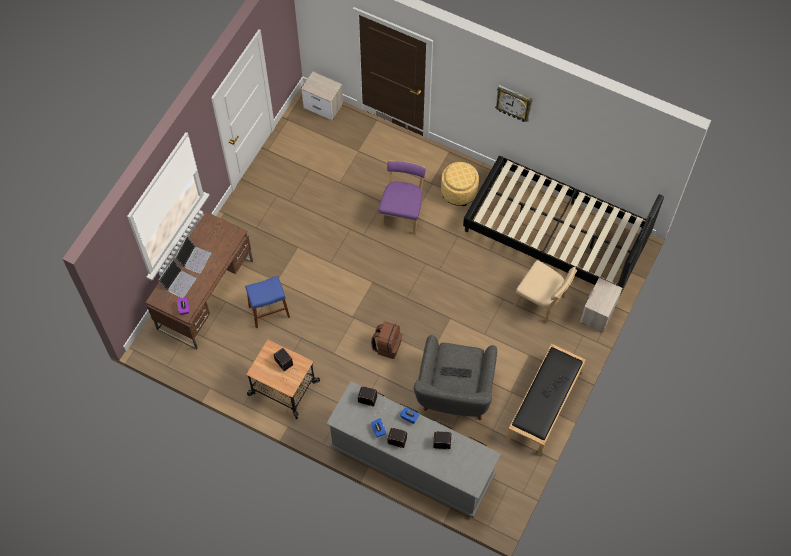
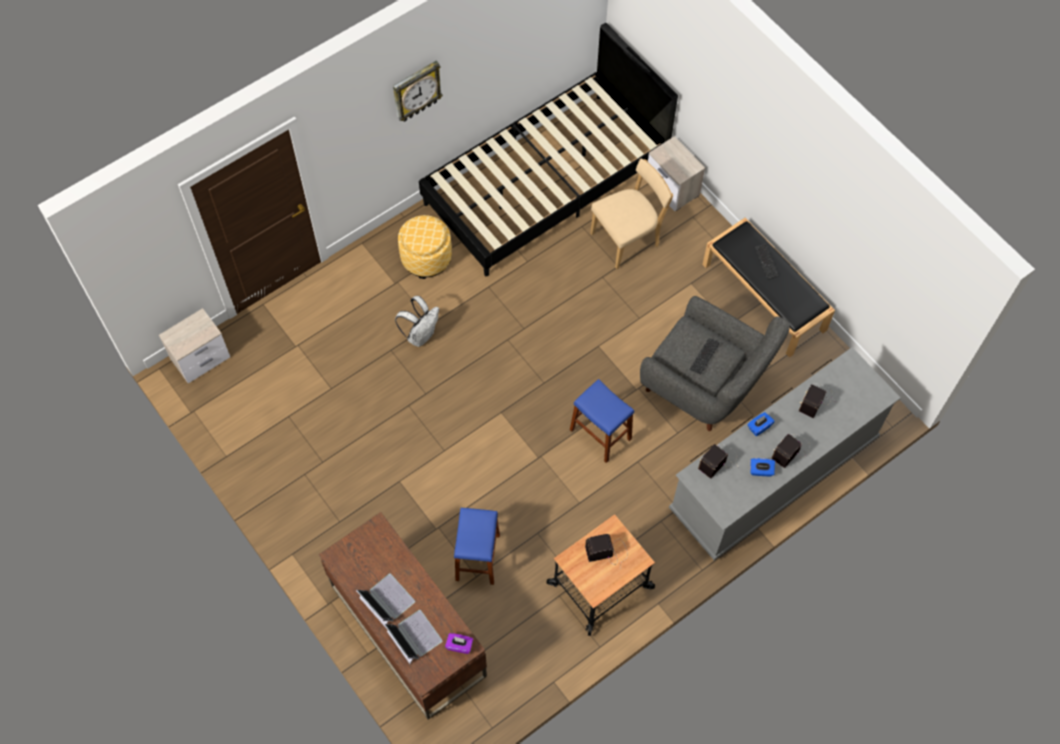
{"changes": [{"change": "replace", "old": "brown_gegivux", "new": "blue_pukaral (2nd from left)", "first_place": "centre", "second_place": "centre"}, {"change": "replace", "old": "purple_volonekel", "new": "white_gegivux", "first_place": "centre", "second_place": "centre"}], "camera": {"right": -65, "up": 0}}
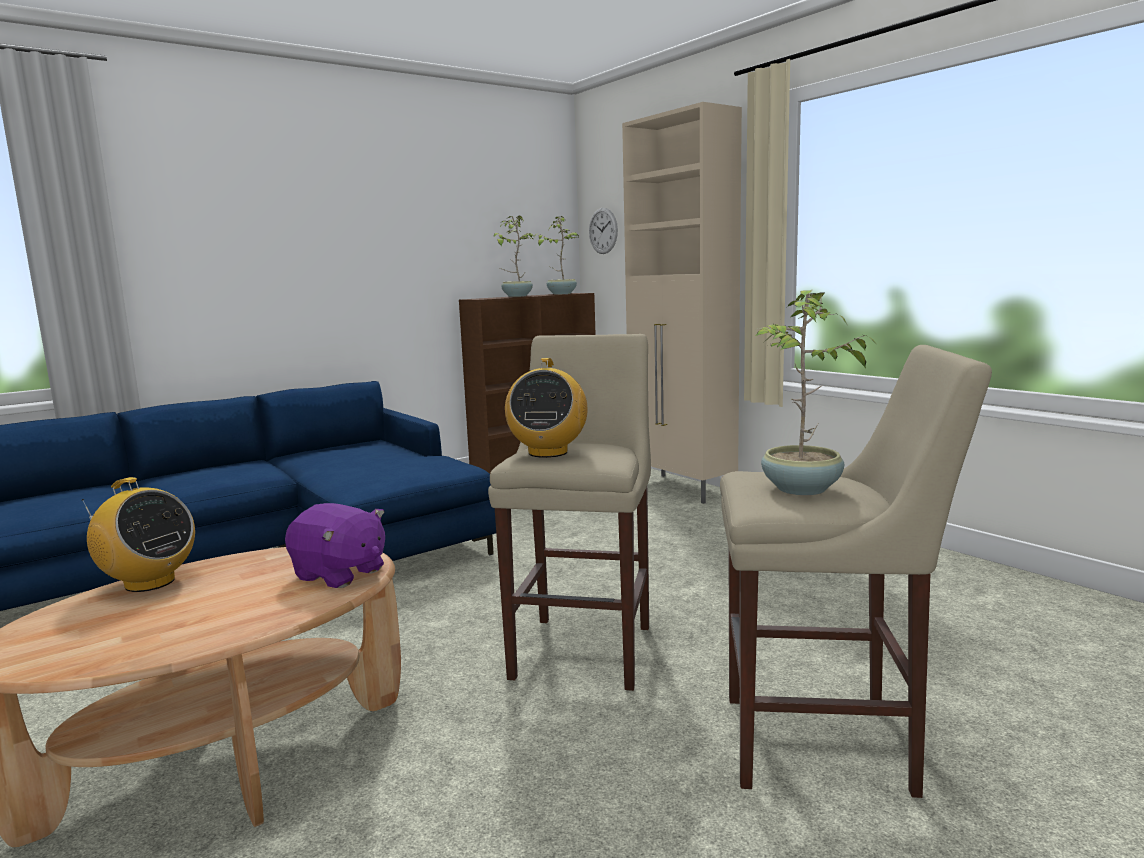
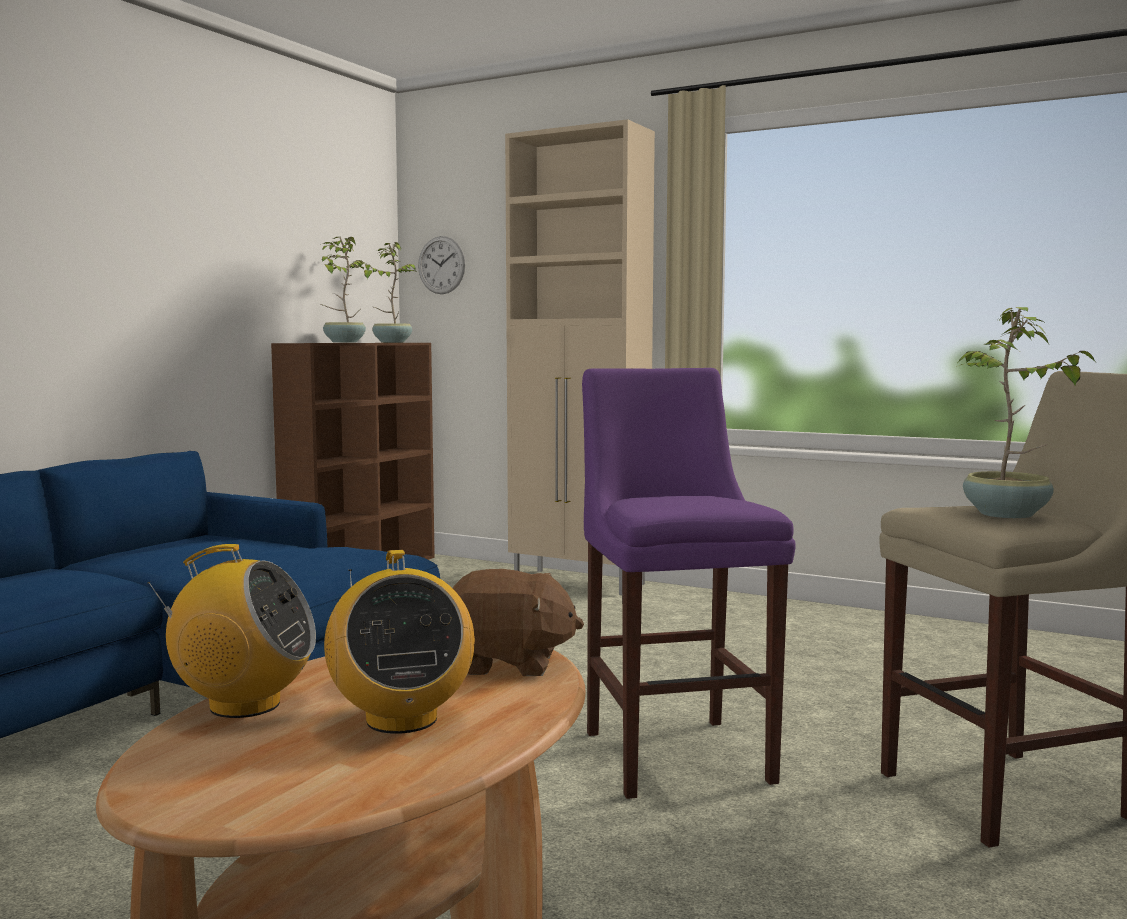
{"changes": [{"change": "move", "old": "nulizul (2nd from left)", "first_place": "centre", "second_place": "bottom centre"}, {"change": "recolor", "old": "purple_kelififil", "new": "brown_kelififil", "first_place": "middle left", "second_place": "bottom centre"}, {"change": "recolor", "old": "beige_pukaral (1st from left)", "new": "purple_pukaral", "first_place": "centre", "second_place": "centre"}], "camera": {"right": -25, "up": -5}}
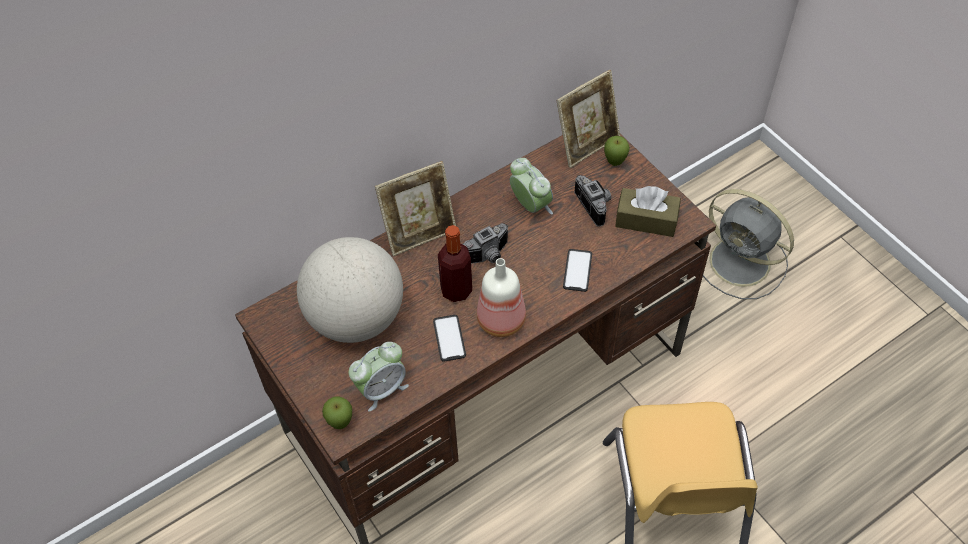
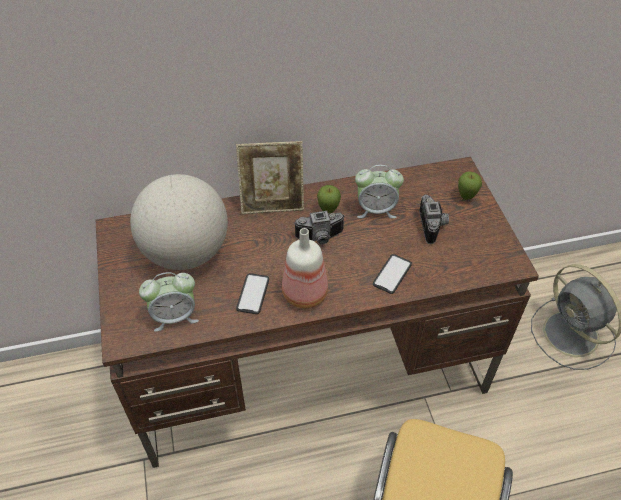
{"changes": [{"change": "delete", "old": "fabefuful (1st from left)", "first_place": "centre"}, {"change": "delete", "old": "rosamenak (2nd from left)", "first_place": "top centre"}, {"change": "delete", "old": "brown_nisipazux", "first_place": "middle right"}, {"change": "move", "old": "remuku (1st from left)", "first_place": "bottom centre", "second_place": "centre"}, {"change": "rotate", "old": "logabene (2nd from left)", "first_place": "centre", "second_place": "centre", "degrees": 105}], "camera": {"right": 20, "up": -5}}
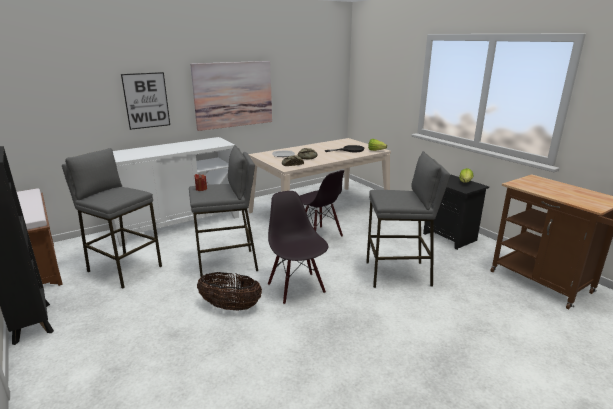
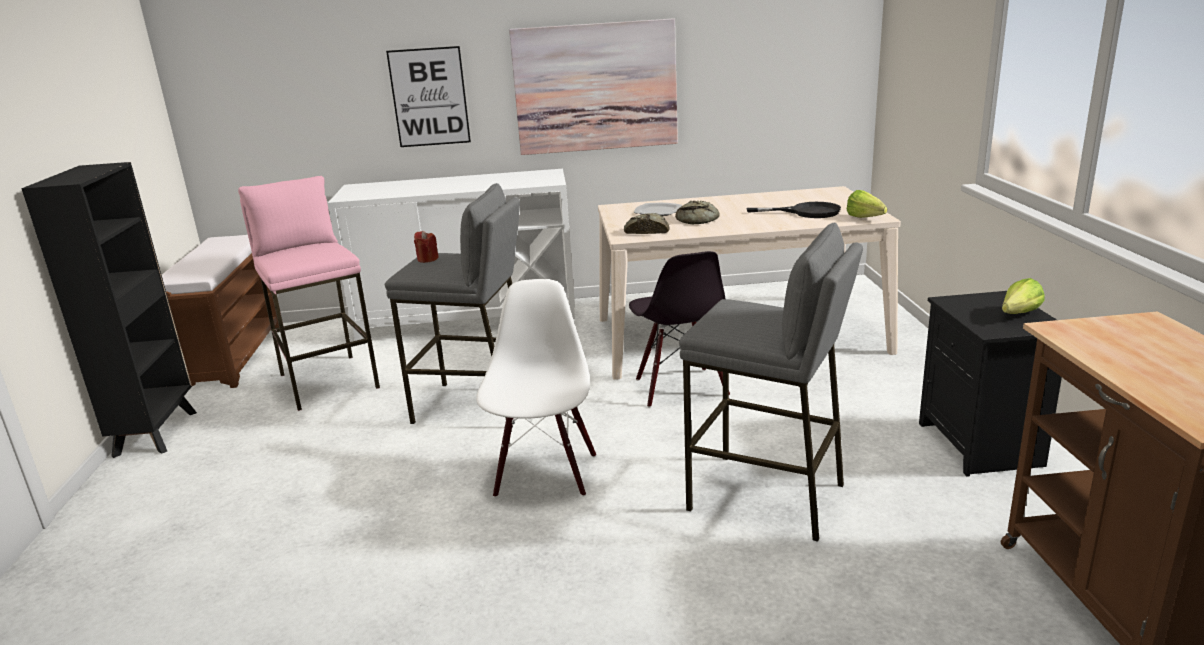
{"changes": [{"change": "delete", "old": "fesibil", "first_place": "bottom centre"}, {"change": "recolor", "old": "grey_pukaral (1st from left)", "new": "pink_pukaral", "first_place": "middle left", "second_place": "middle left"}, {"change": "recolor", "old": "black_volonekel (1st from left)", "new": "white_volonekel", "first_place": "centre", "second_place": "centre"}], "camera": {"right": 30, "up": 0}}
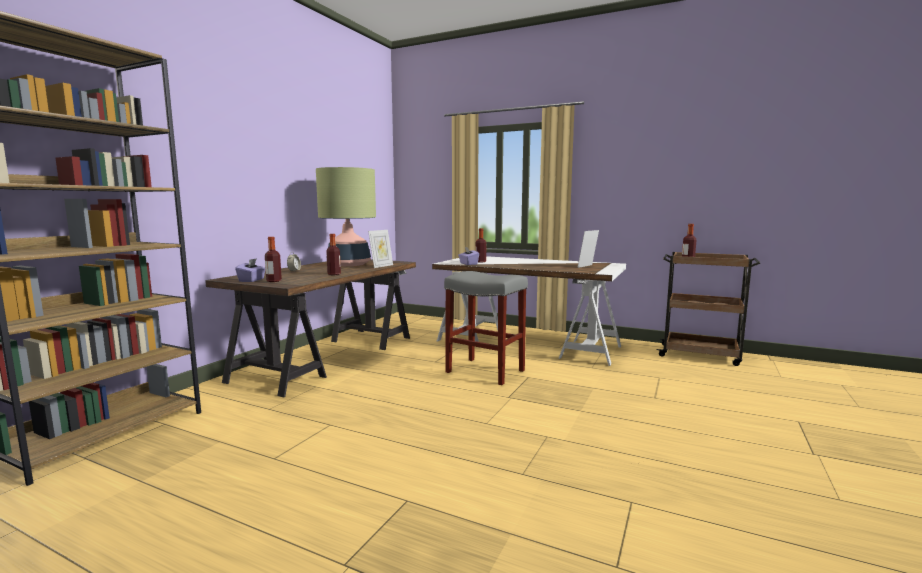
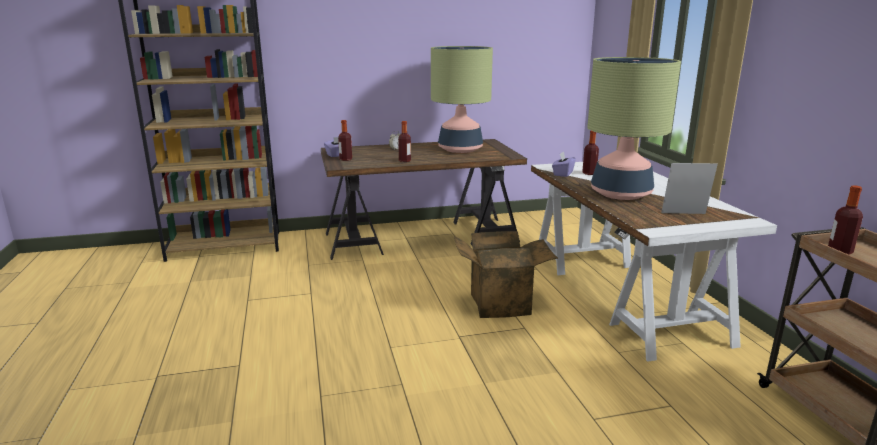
{"changes": [{"change": "delete", "old": "rosamenak (1st from left)", "first_place": "centre"}, {"change": "insert", "new": "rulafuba (2nd from left)", "second_place": "top right"}, {"change": "replace", "old": "grey_pukaral", "new": "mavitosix", "first_place": "centre", "second_place": "centre"}], "camera": {"right": 50, "up": 10}}
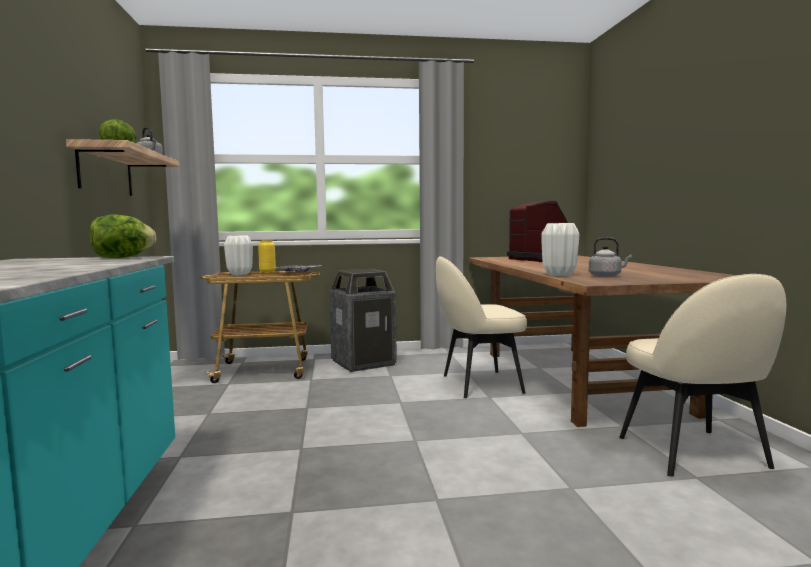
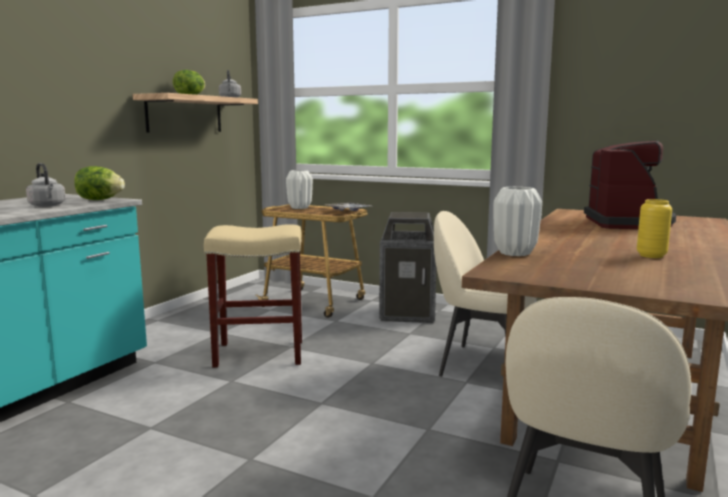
{"changes": [{"change": "insert", "new": "beige_pukaral", "second_place": "centre"}, {"change": "move", "old": "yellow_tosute", "first_place": "middle left", "second_place": "middle right"}, {"change": "move", "old": "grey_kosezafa (2nd from left in the first image)", "new": "grey_kosezafa (1st from left)", "first_place": "middle right", "second_place": "middle left"}], "camera": {"right": 35, "up": 5}}
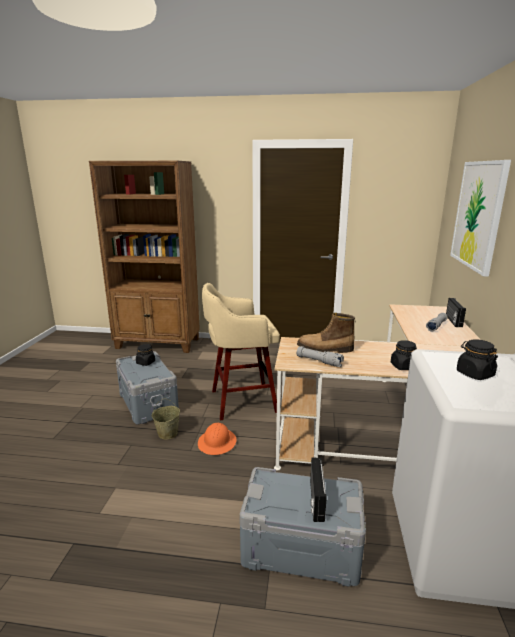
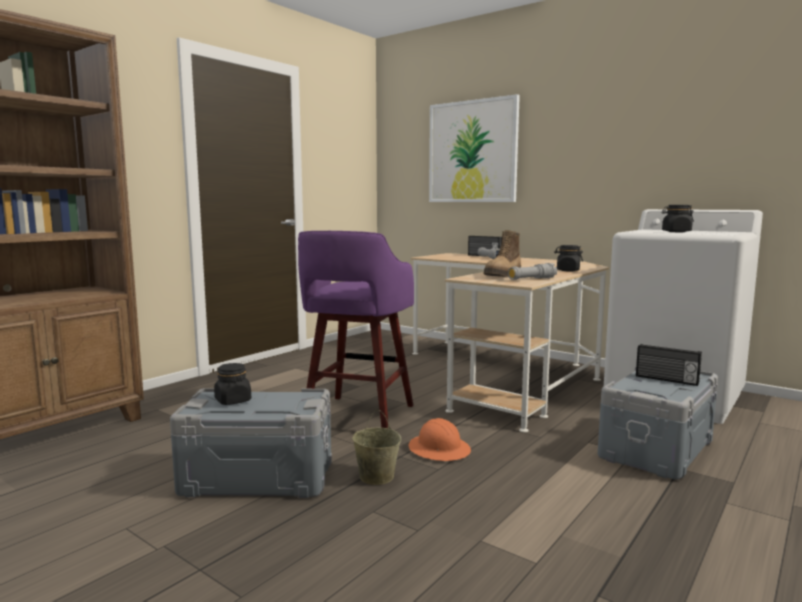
{"changes": [{"change": "recolor", "old": "beige_pukaral", "new": "purple_pukaral", "first_place": "centre", "second_place": "centre"}], "camera": {"right": -60, "up": -10}}
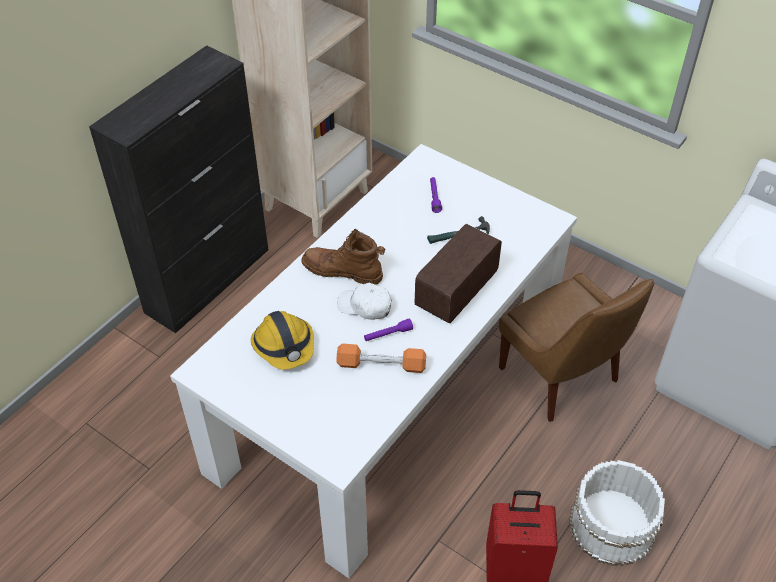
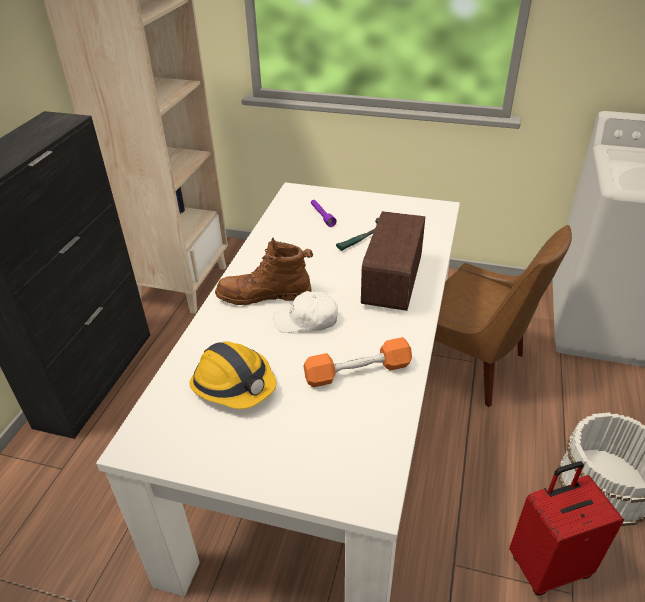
{"changes": [{"change": "delete", "old": "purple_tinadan (1st from left)", "first_place": "centre"}], "camera": {"right": -20, "up": -10}}
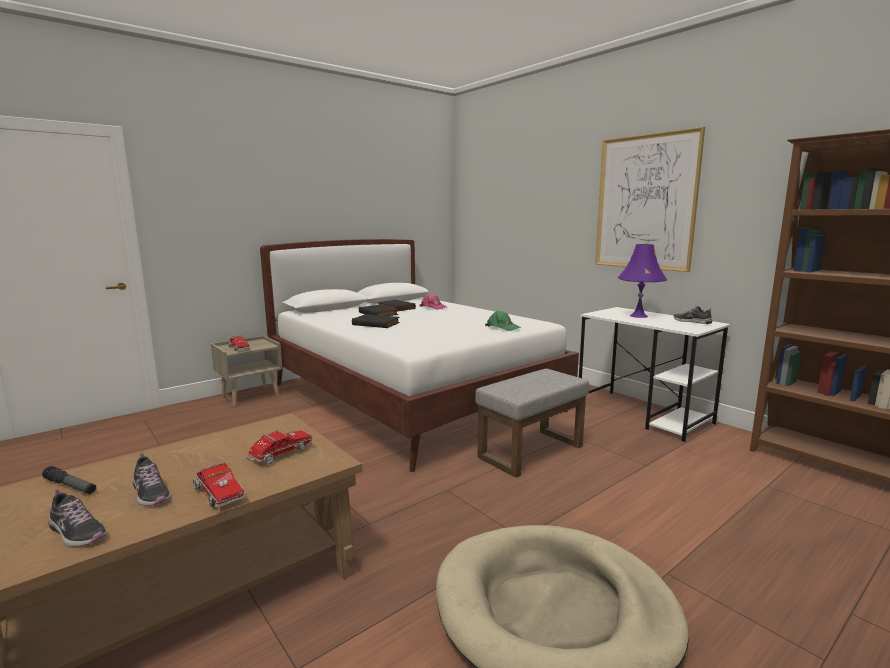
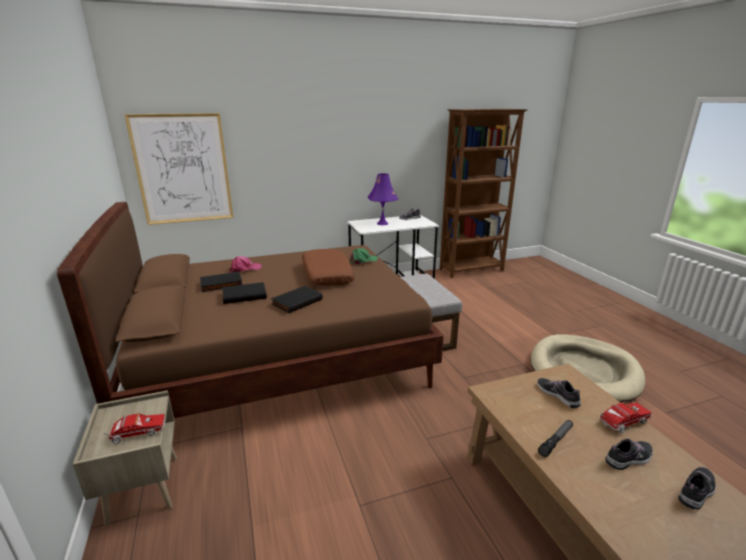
{"changes": [{"change": "insert", "new": "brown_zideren", "second_place": "centre"}, {"change": "move", "old": "tinadan", "first_place": "bottom left", "second_place": "bottom right"}, {"change": "move", "old": "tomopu", "first_place": "top right", "second_place": "top left"}, {"change": "replace", "old": "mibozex (3rd from left)", "new": "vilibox (2nd from left)", "first_place": "bottom left", "second_place": "bottom right"}, {"change": "recolor", "old": "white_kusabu", "new": "brown_kusabu", "first_place": "centre", "second_place": "centre"}], "camera": {"right": -70, "up": 10}}
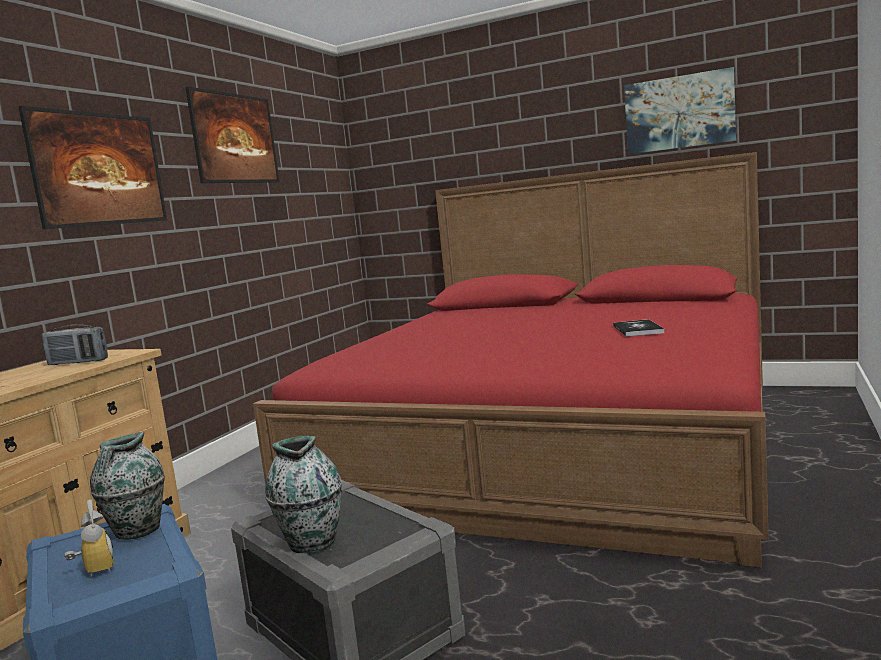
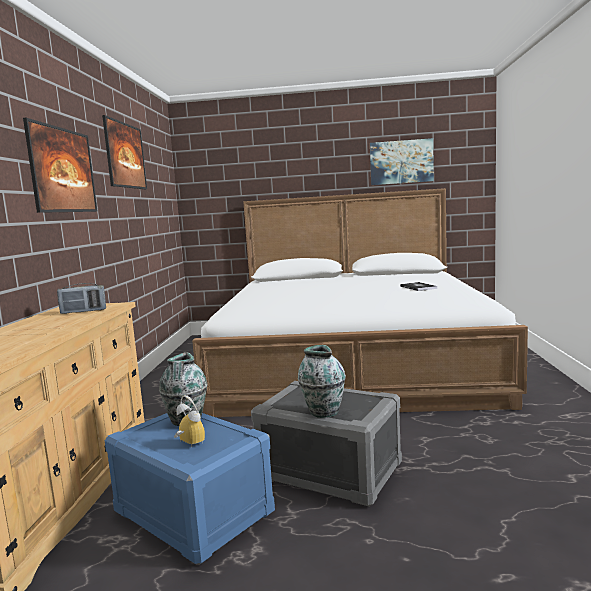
{"changes": [{"change": "recolor", "old": "red_kusabu", "new": "white_kusabu", "first_place": "centre", "second_place": "centre"}], "camera": {"right": -20, "up": 0}}
